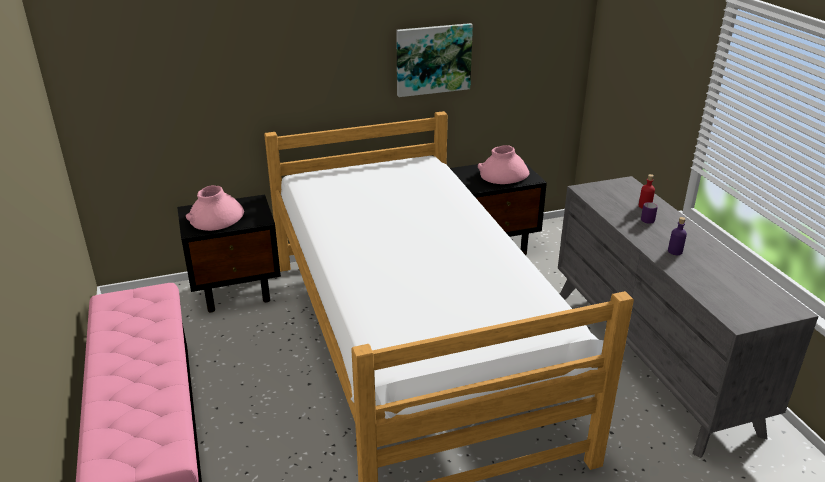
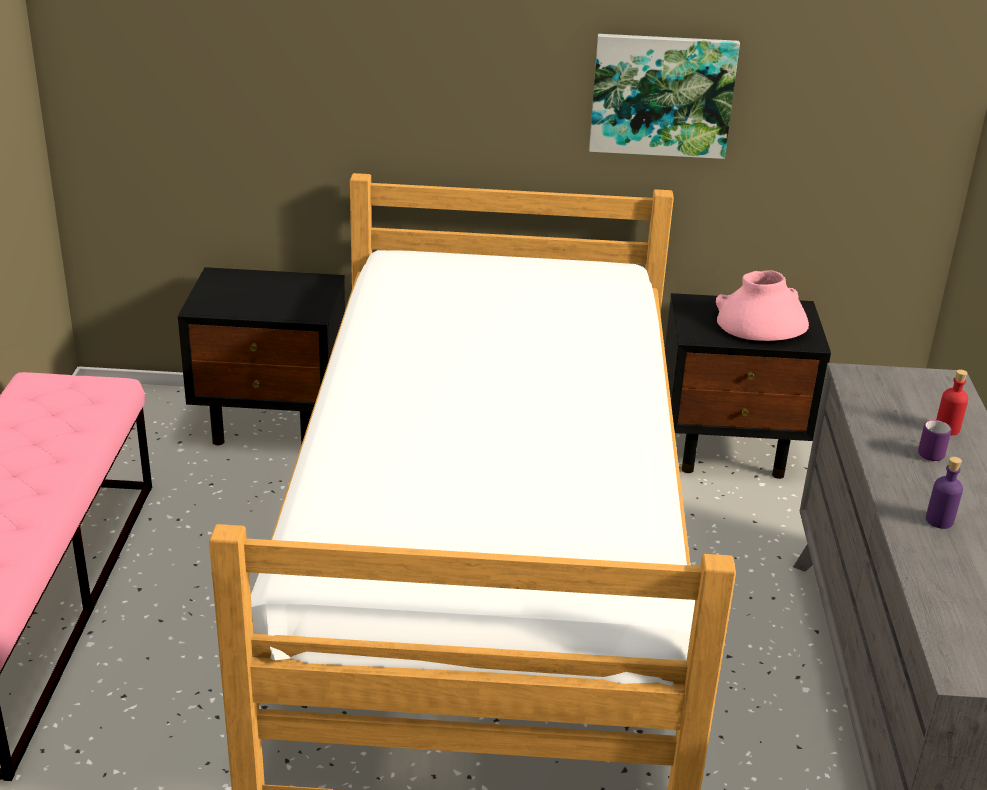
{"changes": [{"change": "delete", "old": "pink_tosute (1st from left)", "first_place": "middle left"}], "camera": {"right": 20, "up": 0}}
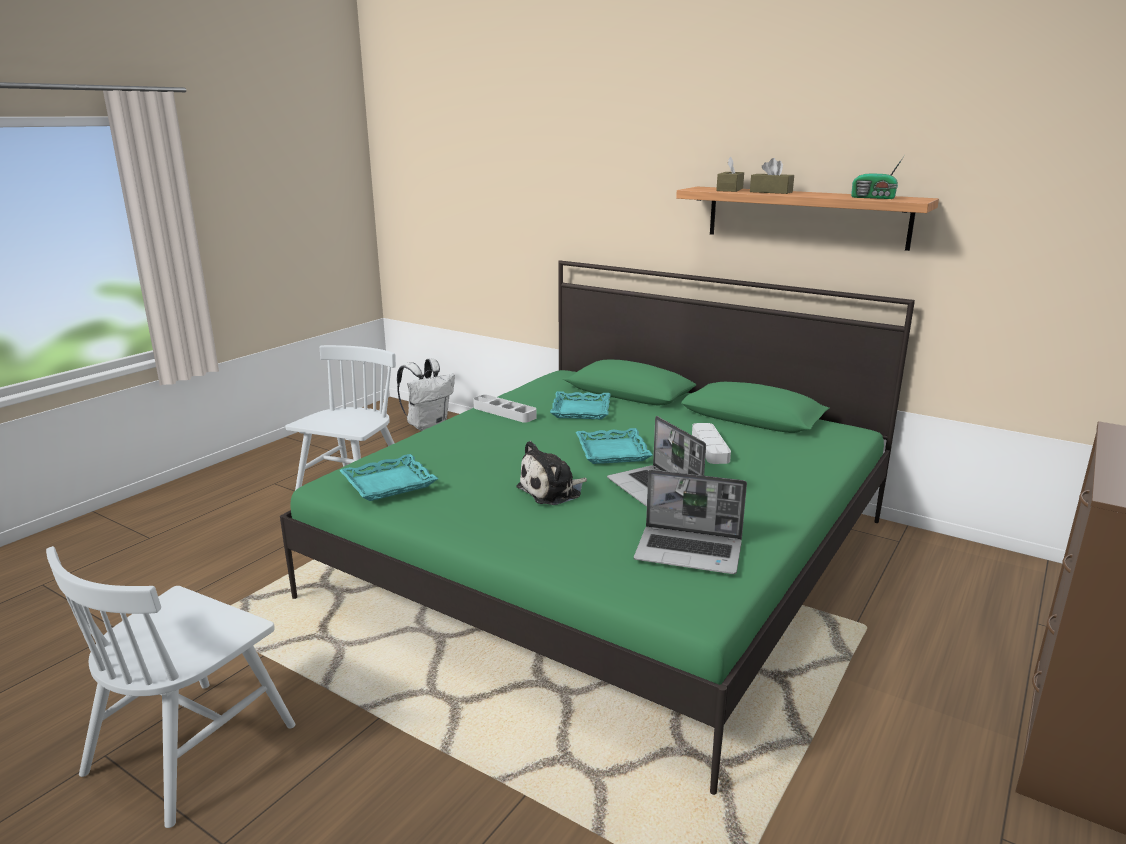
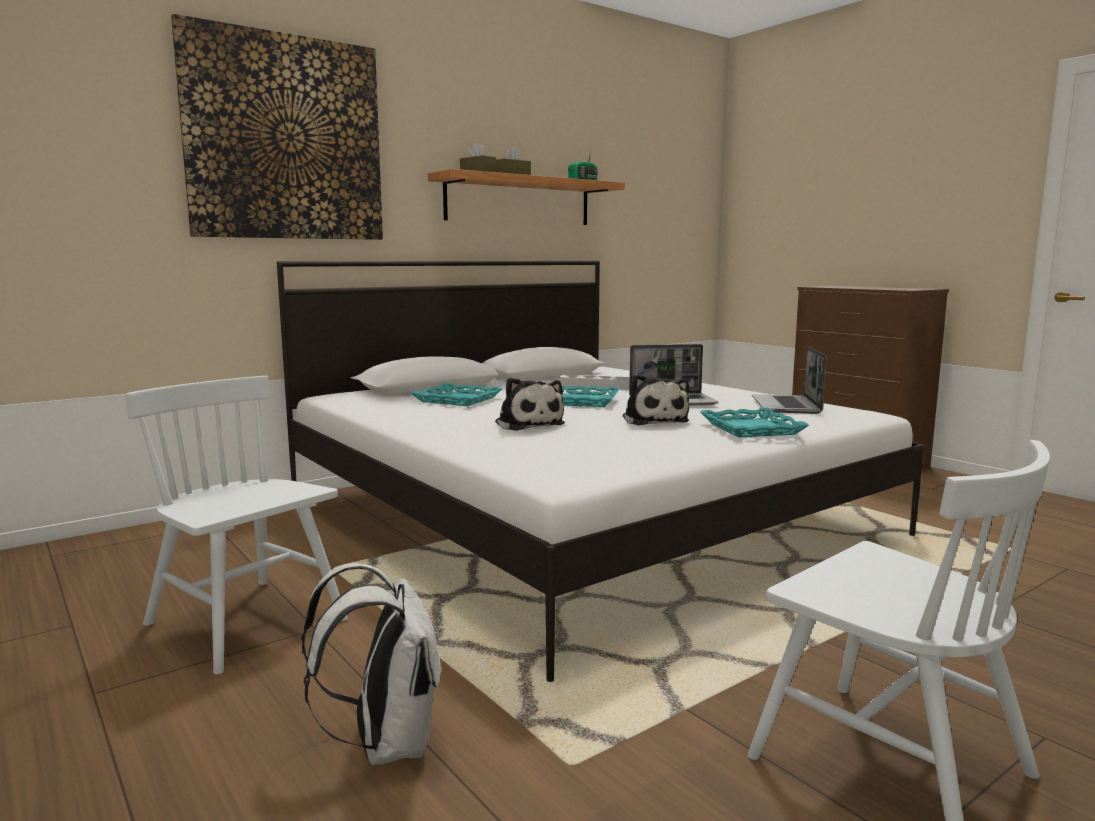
{"changes": [{"change": "delete", "old": "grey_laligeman (1st from left)", "first_place": "centre"}, {"change": "insert", "new": "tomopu", "second_place": "top left"}, {"change": "insert", "new": "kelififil (1st from left)", "second_place": "centre"}, {"change": "move", "old": "turquoise_laligeman (1st from left in the first image)", "new": "turquoise_laligeman (3rd from left)", "first_place": "centre", "second_place": "middle right"}, {"change": "move", "old": "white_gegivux", "first_place": "centre", "second_place": "bottom centre"}, {"change": "recolor", "old": "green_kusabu", "new": "white_kusabu", "first_place": "centre", "second_place": "centre"}, {"change": "rotate", "old": "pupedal (2nd from left)", "first_place": "centre", "second_place": "middle right", "degrees": 150}], "camera": {"right": -70, "up": -10}}
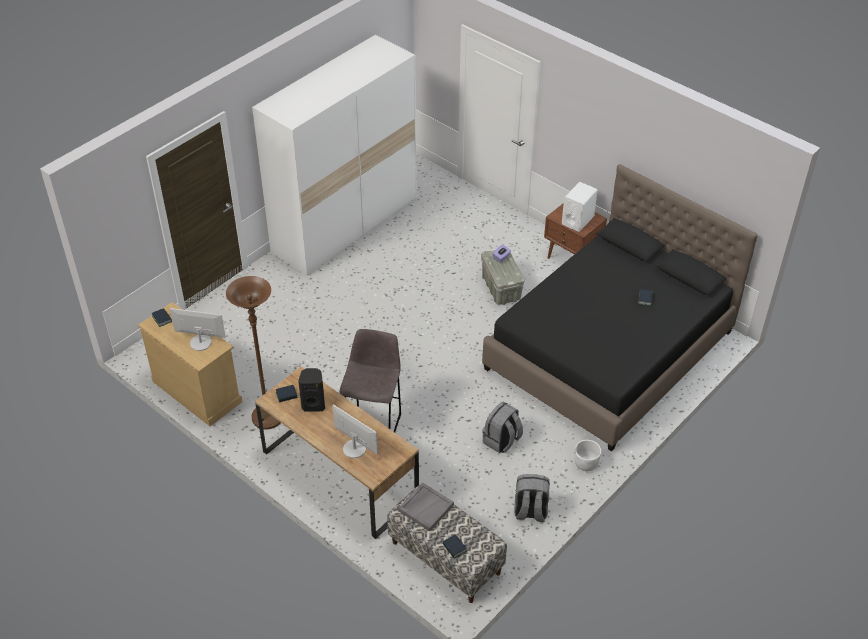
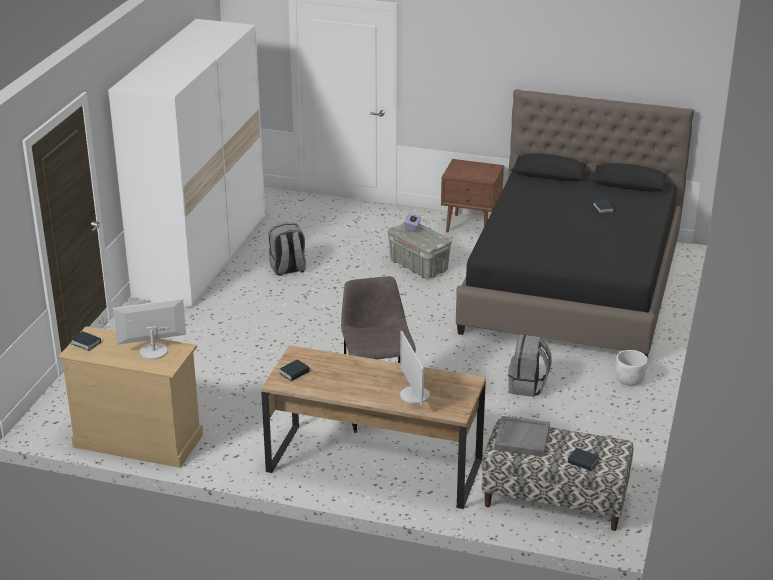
{"changes": [{"change": "delete", "old": "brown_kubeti", "first_place": "middle left"}, {"change": "delete", "old": "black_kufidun", "first_place": "centre"}, {"change": "delete", "old": "white_kufidun", "first_place": "top right"}, {"change": "move", "old": "grey_gegivux (2nd from left in the first image)", "new": "grey_gegivux (1st from left)", "first_place": "bottom centre", "second_place": "centre"}, {"change": "rotate", "old": "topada (2nd from left)", "first_place": "bottom centre", "second_place": "centre", "degrees": -120}], "camera": {"right": -25, "up": -15}}
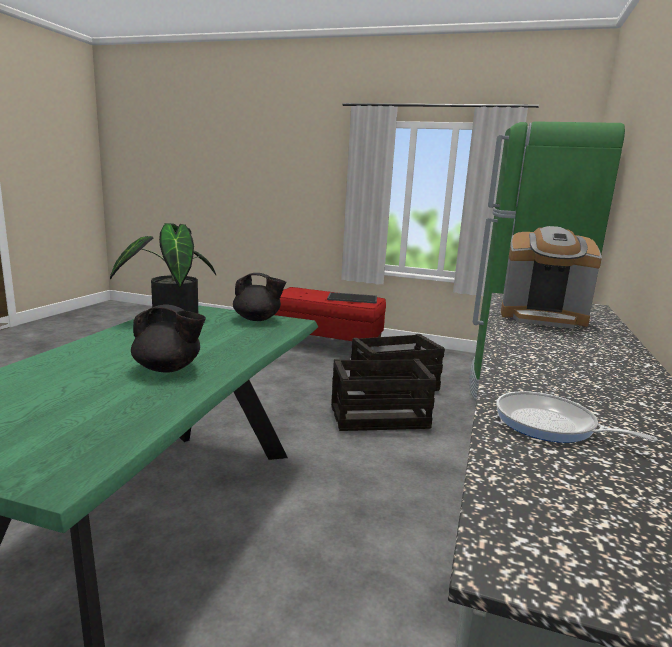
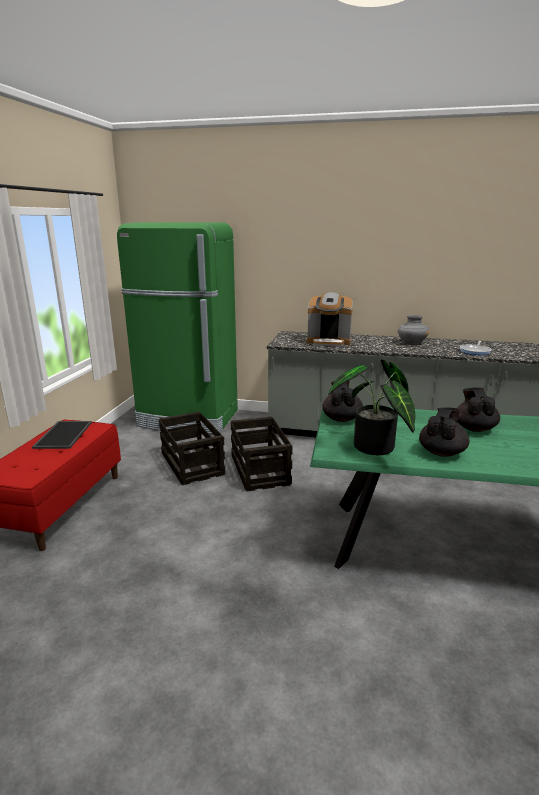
{"changes": [{"change": "insert", "new": "grey_tosute", "second_place": "middle right"}, {"change": "insert", "new": "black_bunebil (2nd from left)", "second_place": "middle right"}, {"change": "rotate", "old": "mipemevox", "first_place": "middle right", "second_place": "centre", "degrees": 90}], "camera": {"right": -95, "up": 5}}
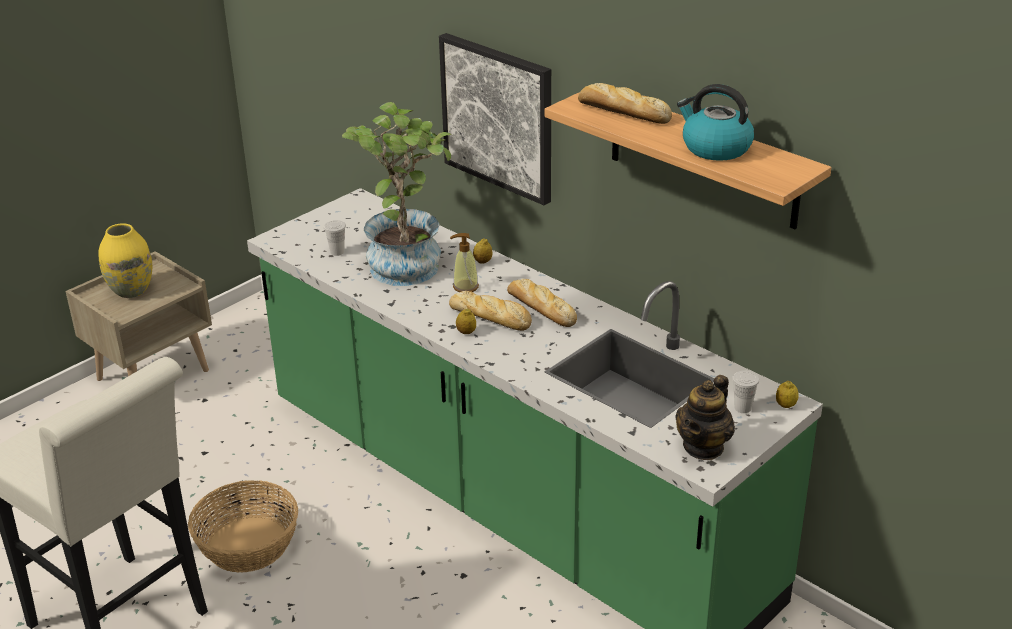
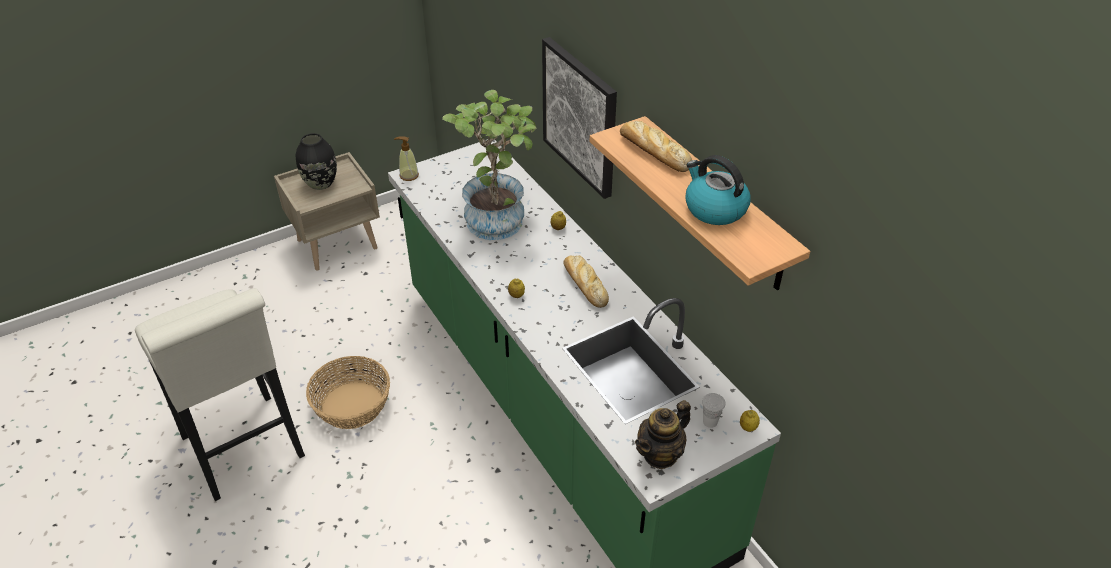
{"changes": [{"change": "delete", "old": "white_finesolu (1st from left)", "first_place": "middle left"}, {"change": "delete", "old": "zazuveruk (1st from left)", "first_place": "centre"}, {"change": "move", "old": "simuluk", "first_place": "centre", "second_place": "top centre"}, {"change": "recolor", "old": "yellow_tosute", "new": "black_tosute", "first_place": "middle left", "second_place": "top left"}], "camera": {"right": 15, "up": 10}}
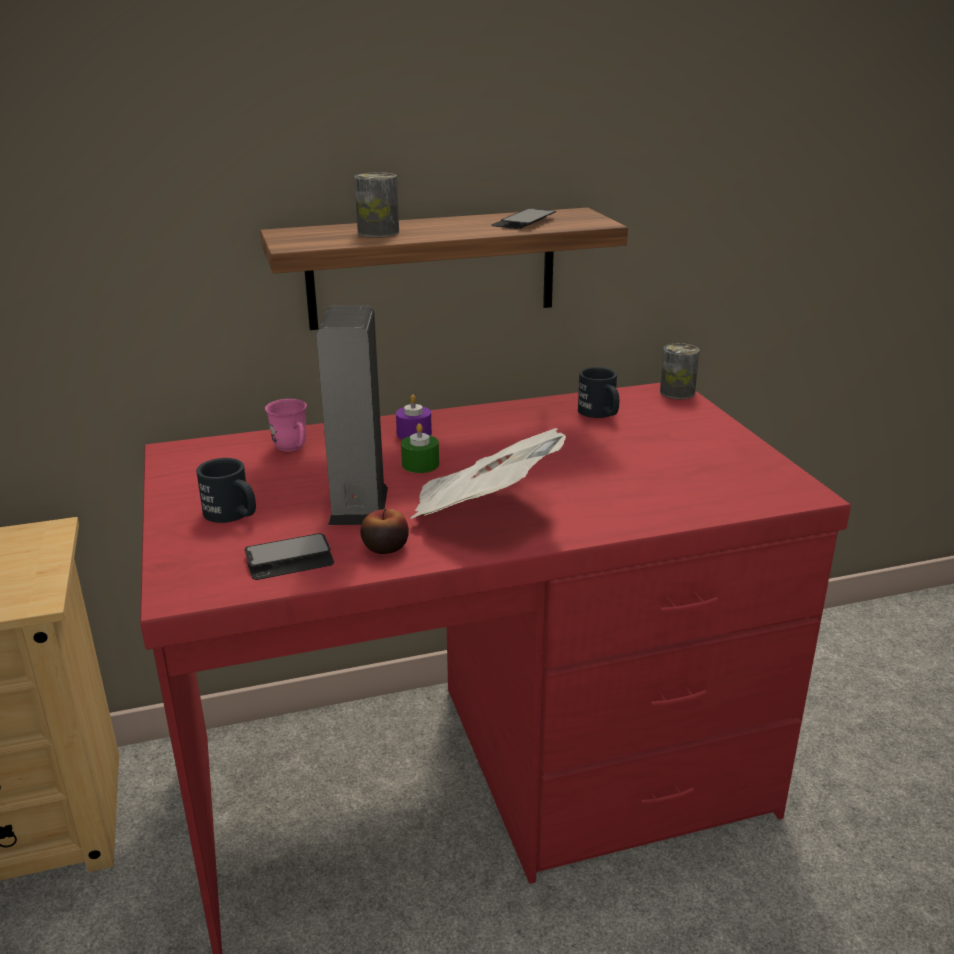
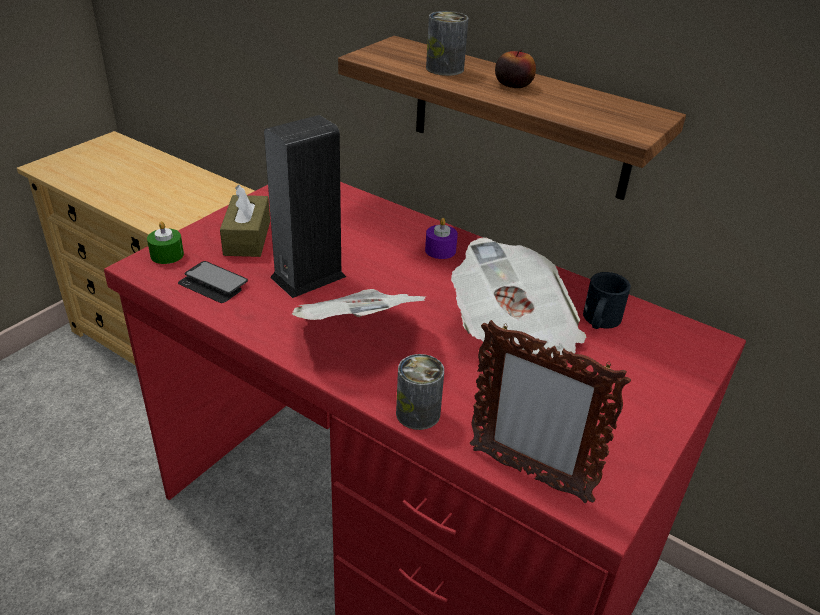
{"changes": [{"change": "delete", "old": "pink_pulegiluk", "first_place": "middle left"}, {"change": "delete", "old": "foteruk (2nd from left)", "first_place": "top centre"}, {"change": "insert", "new": "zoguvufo (2nd from left)", "second_place": "centre"}, {"change": "insert", "new": "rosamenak", "second_place": "bottom right"}, {"change": "move", "old": "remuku", "first_place": "centre", "second_place": "top centre"}, {"change": "move", "old": "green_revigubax", "first_place": "centre", "second_place": "middle left"}, {"change": "move", "old": "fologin (2nd from left in the first image)", "new": "fologin (1st from left)", "first_place": "middle right", "second_place": "centre"}, {"change": "replace", "old": "black_pulegiluk (1st from left)", "new": "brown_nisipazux", "first_place": "middle left", "second_place": "middle left"}], "camera": {"right": 50, "up": 10}}
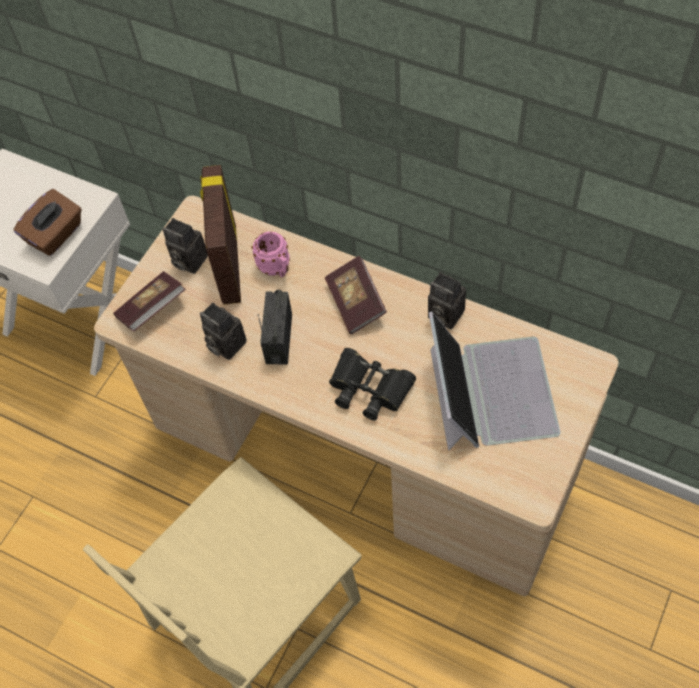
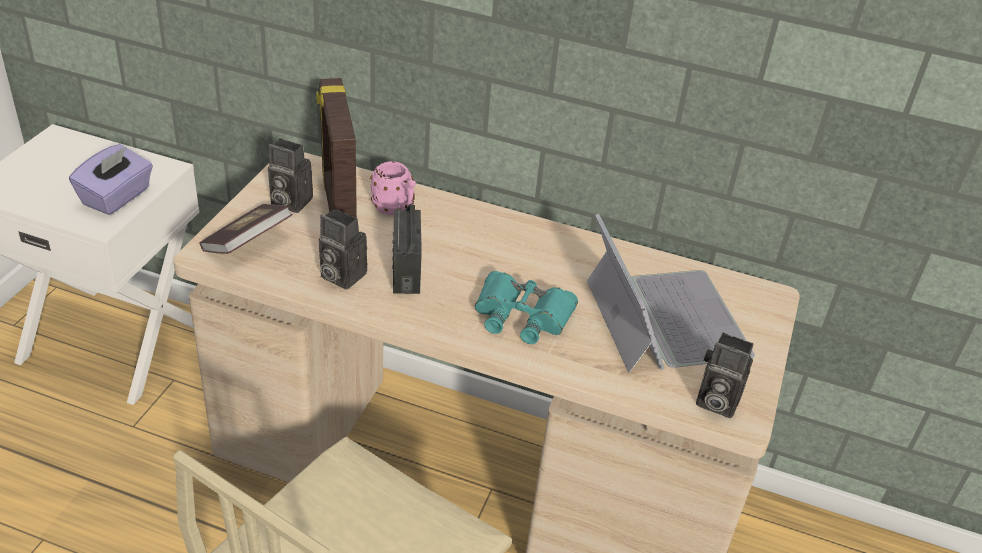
{"changes": [{"change": "delete", "old": "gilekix (2nd from left)", "first_place": "centre"}, {"change": "move", "old": "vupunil (3rd from left)", "first_place": "centre", "second_place": "bottom right"}, {"change": "recolor", "old": "brown_nisipazux", "new": "purple_nisipazux", "first_place": "top left", "second_place": "top left"}, {"change": "recolor", "old": "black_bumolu", "new": "turquoise_bumolu", "first_place": "centre", "second_place": "centre"}], "camera": {"right": -15, "up": -20}}
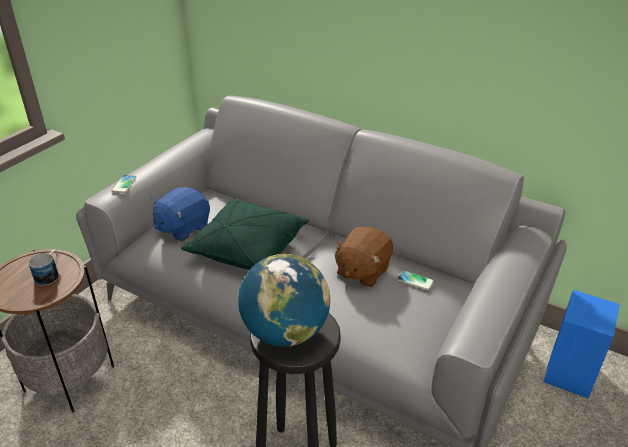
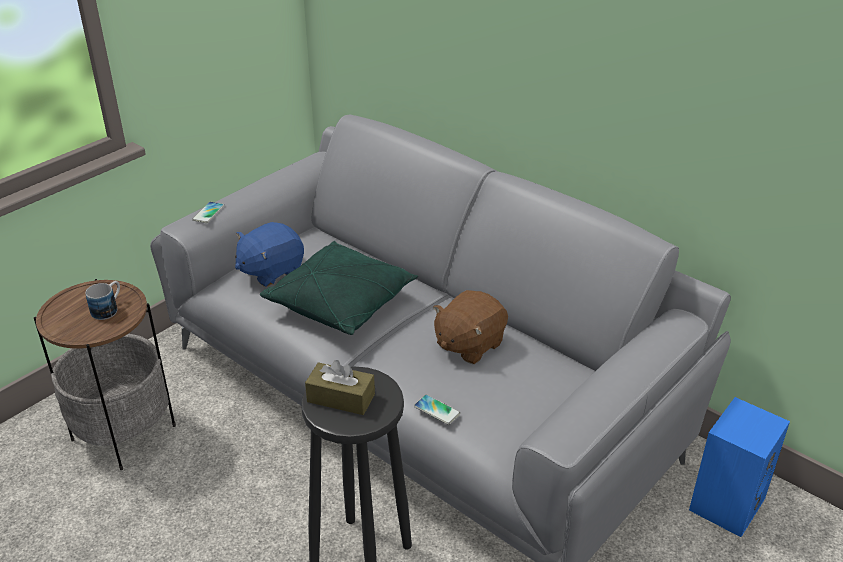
{"changes": [{"change": "move", "old": "foteruk (2nd from left)", "first_place": "centre", "second_place": "bottom centre"}, {"change": "replace", "old": "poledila", "new": "brown_nisipazux", "first_place": "bottom centre", "second_place": "bottom centre"}], "camera": {"right": 10, "up": 0}}
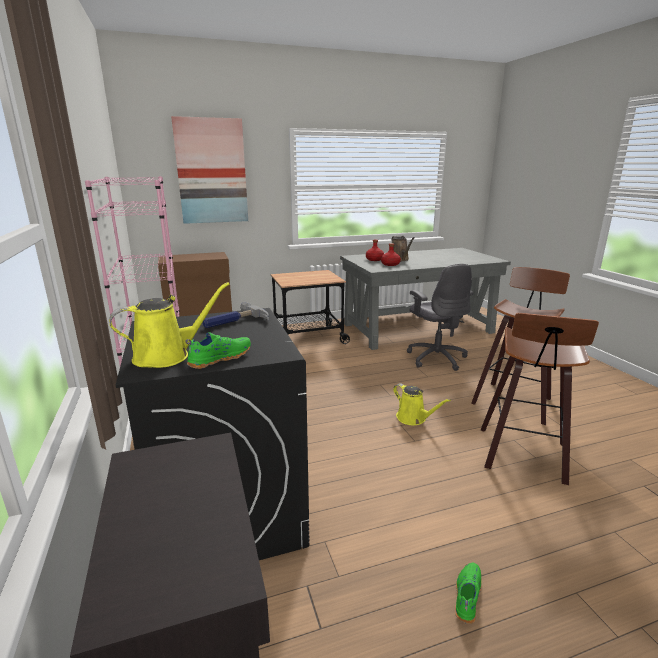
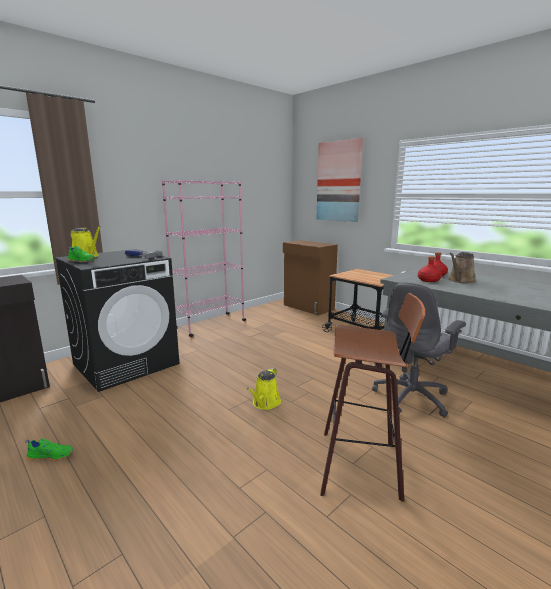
{"changes": [{"change": "delete", "old": "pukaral (2nd from left)", "first_place": "middle right"}], "camera": {"right": 65, "up": -5}}
